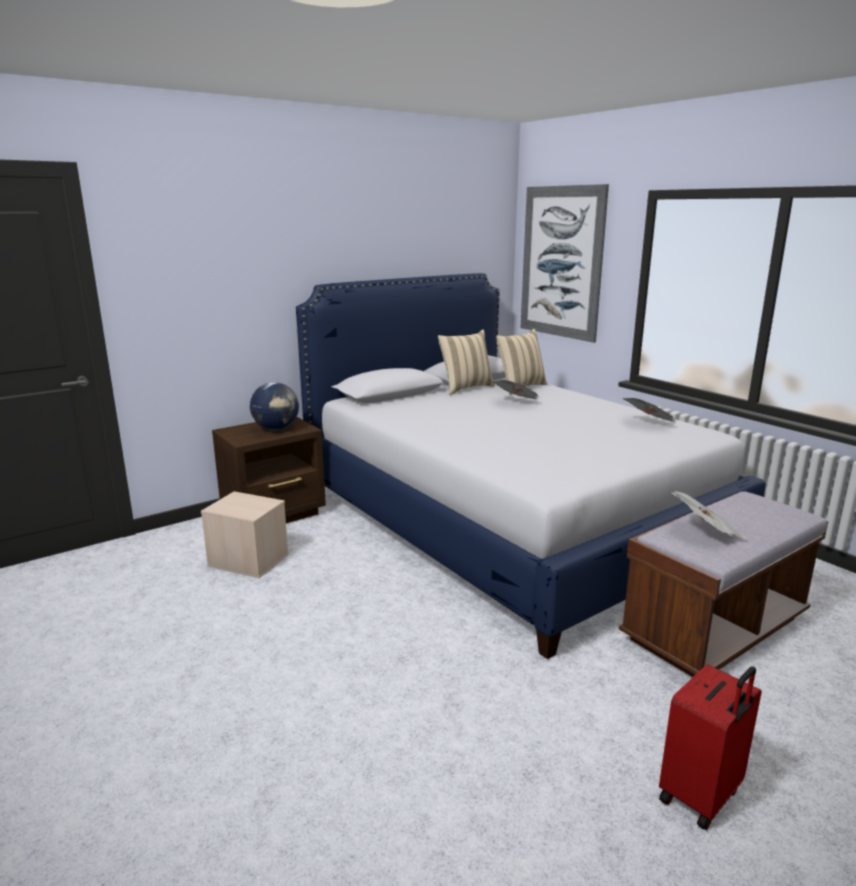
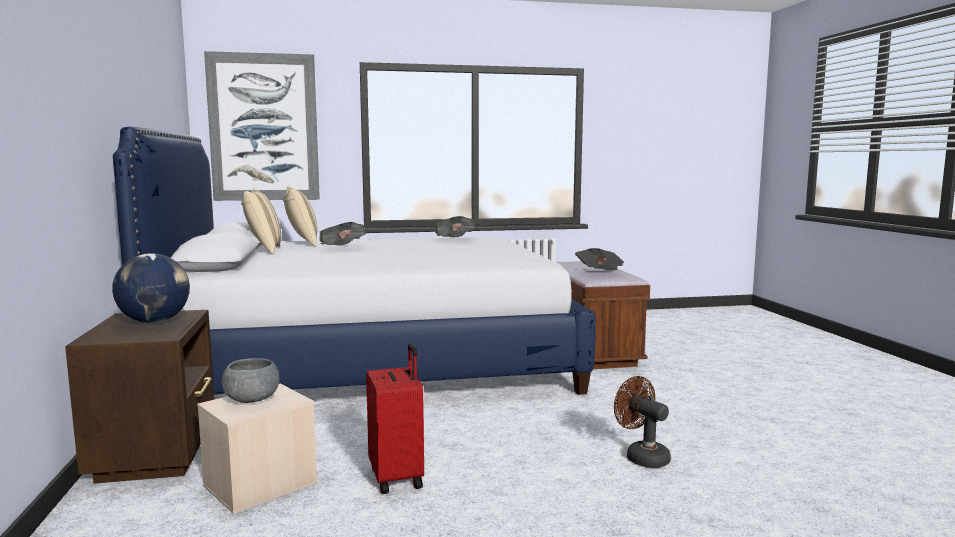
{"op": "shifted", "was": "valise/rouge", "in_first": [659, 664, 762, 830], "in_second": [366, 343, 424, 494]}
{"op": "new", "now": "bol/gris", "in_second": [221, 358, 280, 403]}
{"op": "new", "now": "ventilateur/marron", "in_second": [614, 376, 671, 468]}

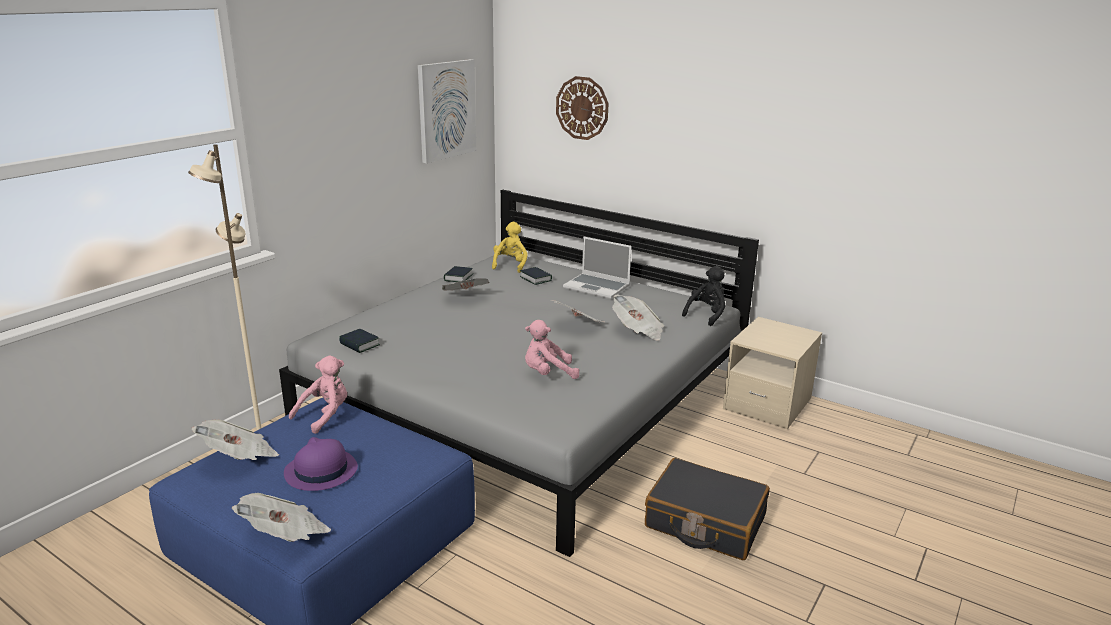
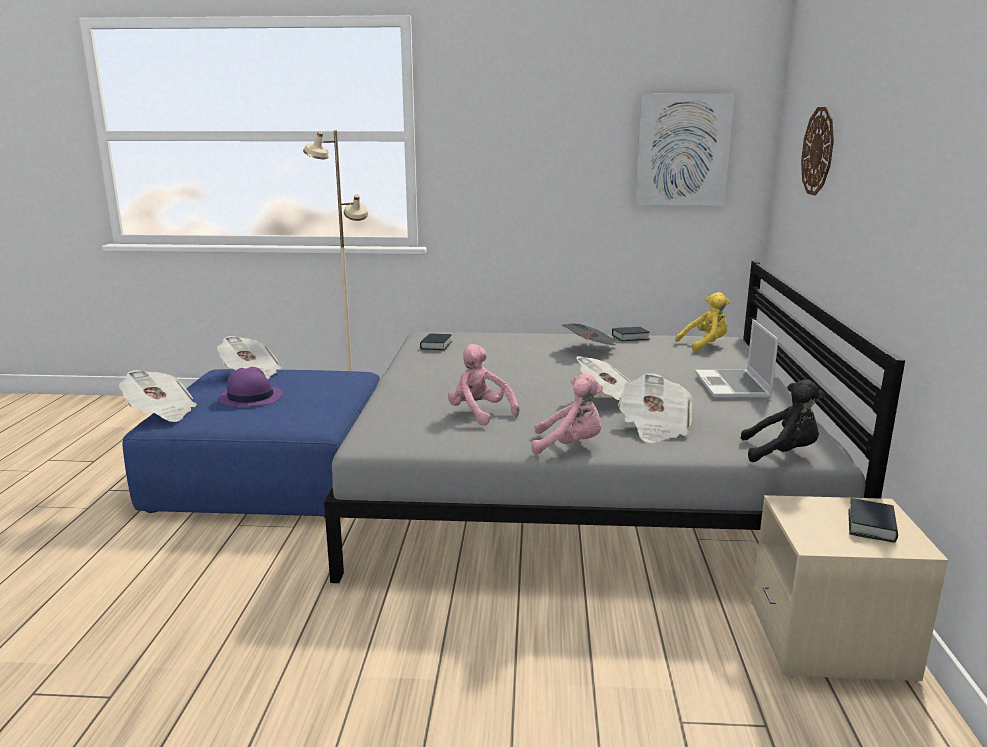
{"op": "shifted", "was": "peluche/rose", "in_first": [289, 356, 347, 434], "in_second": [531, 373, 603, 455]}
{"op": "shifted", "was": "livre", "in_first": [520, 267, 552, 285], "in_second": [848, 498, 898, 543]}
{"op": "gone", "was": "valise/noir", "in_first": [645, 458, 770, 560]}

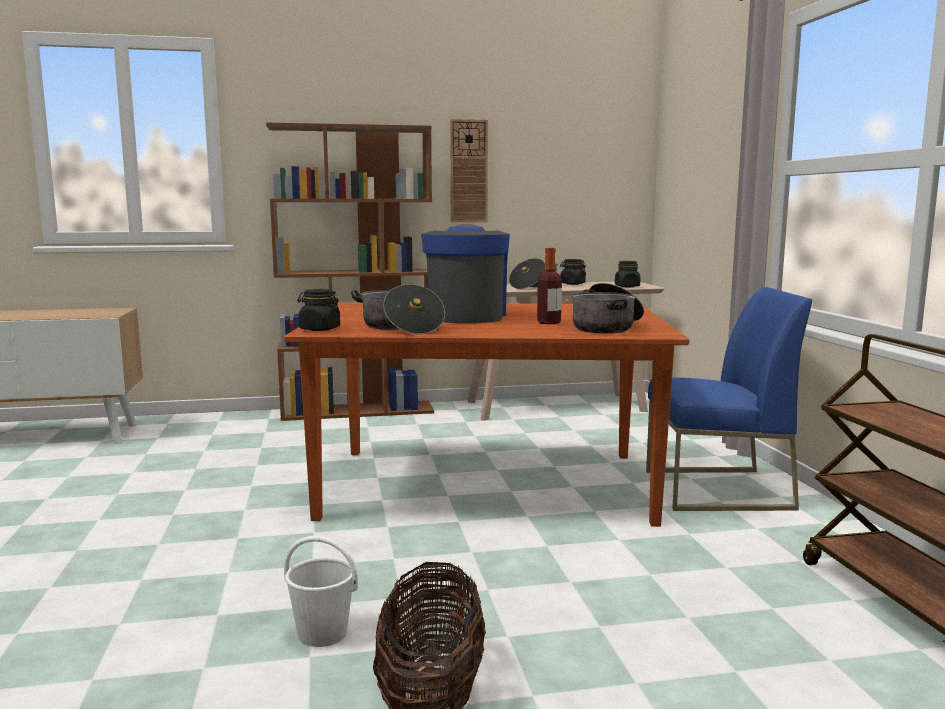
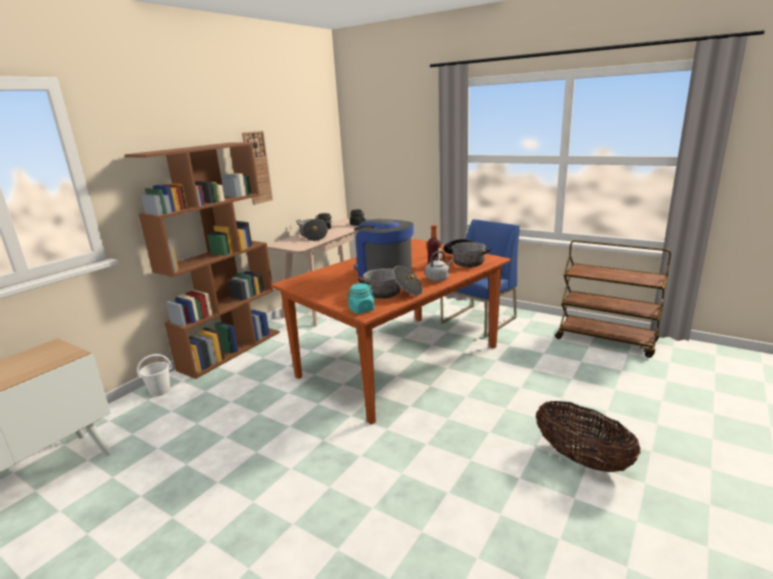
{"op": "shifted", "was": "seau/blanc", "in_first": [284, 536, 358, 647], "in_second": [137, 354, 172, 397]}
{"op": "repainted", "was": "bocal/noir", "now": "bocal/turquoise", "in_first": [298, 289, 340, 331], "in_second": [346, 283, 375, 314]}
{"op": "new", "now": "bouilloire/gris", "in_second": [425, 251, 452, 281]}

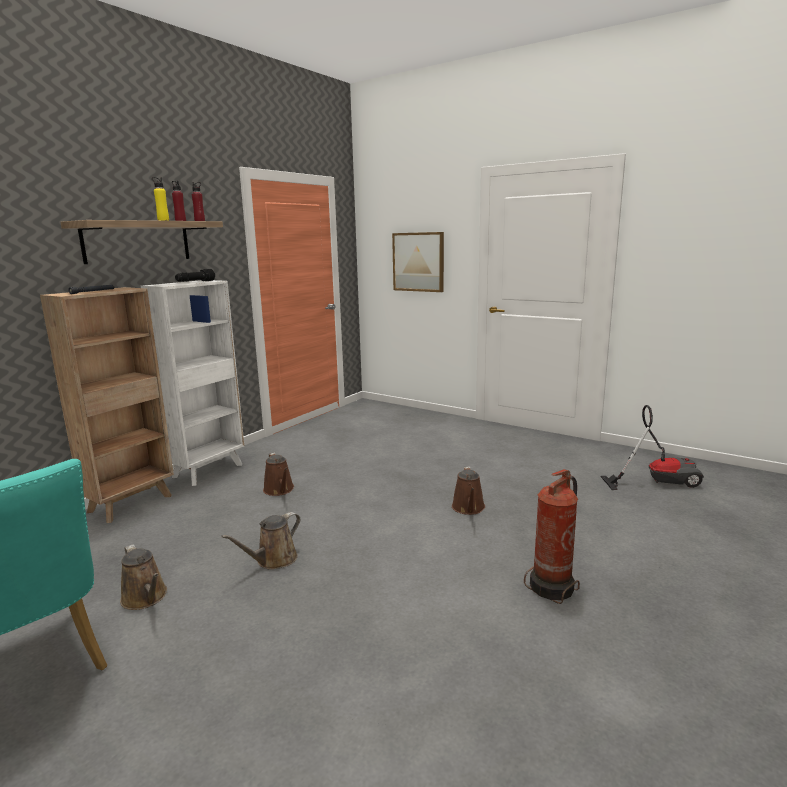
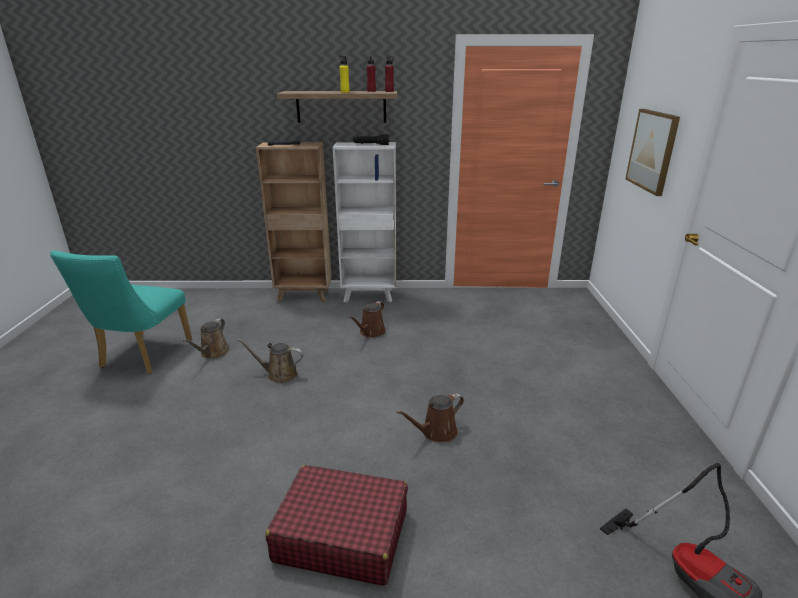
{"op": "swapped", "was": "extincteur", "now": "valise/rouge", "in_first": [524, 469, 580, 604], "in_second": [266, 465, 408, 586]}

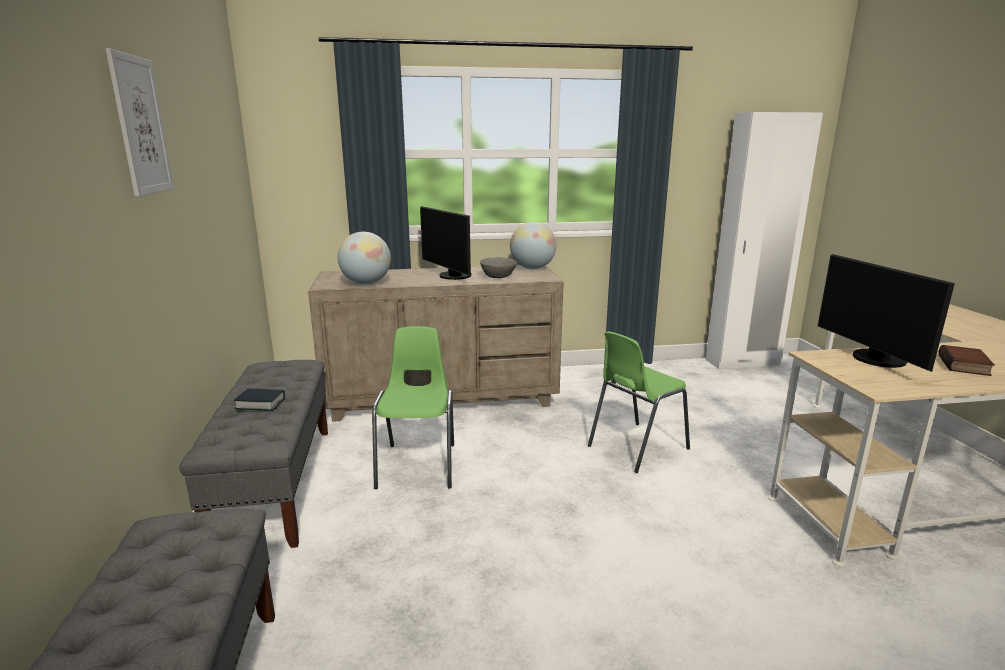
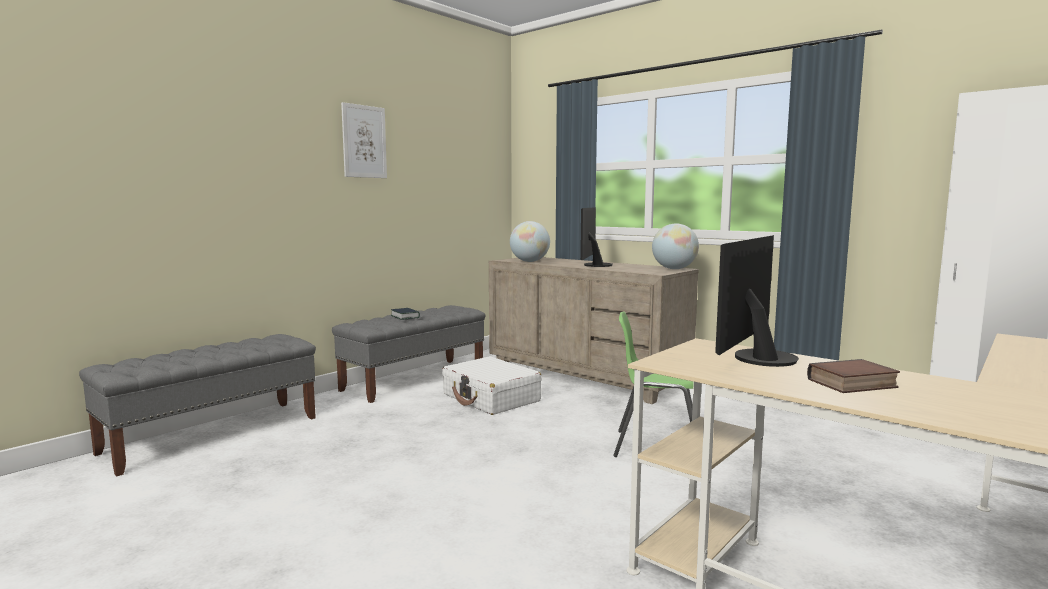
{"op": "swapped", "was": "chaise/vert", "now": "valise/blanc", "in_first": [372, 326, 454, 489], "in_second": [442, 356, 542, 415]}
{"op": "gone", "was": "bol/gris", "in_first": [480, 257, 518, 278]}

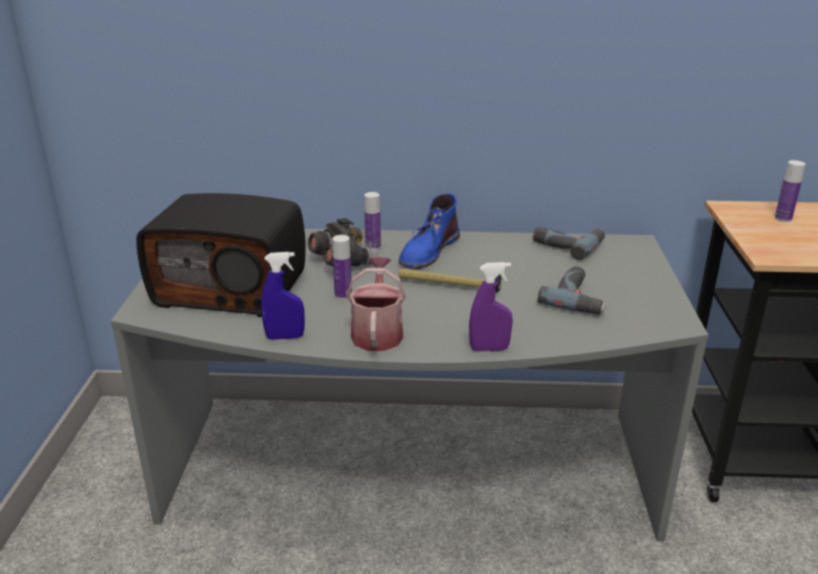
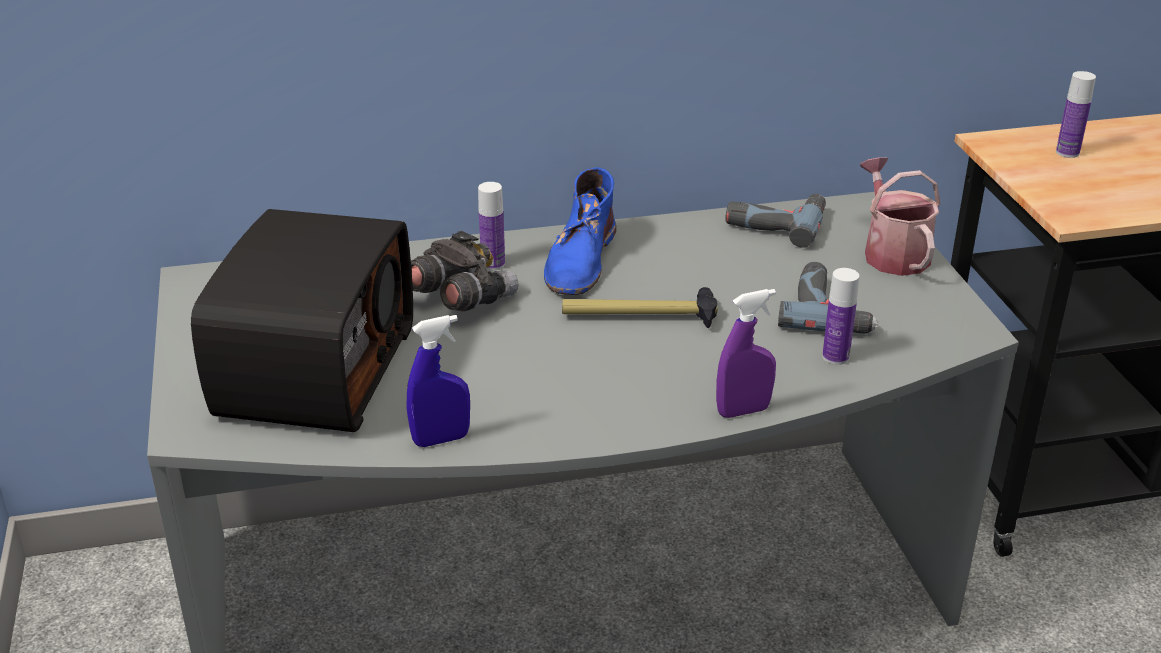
{"op": "rotated", "was": "radio", "in_first": [136, 193, 306, 317], "in_second": [191, 209, 413, 432], "clockwise": -75}
{"op": "shifted", "was": "bouteille", "in_first": [332, 235, 352, 300], "in_second": [822, 268, 859, 365]}
{"op": "shifted", "was": "arrosoir", "in_first": [346, 256, 406, 351], "in_second": [860, 157, 941, 276]}

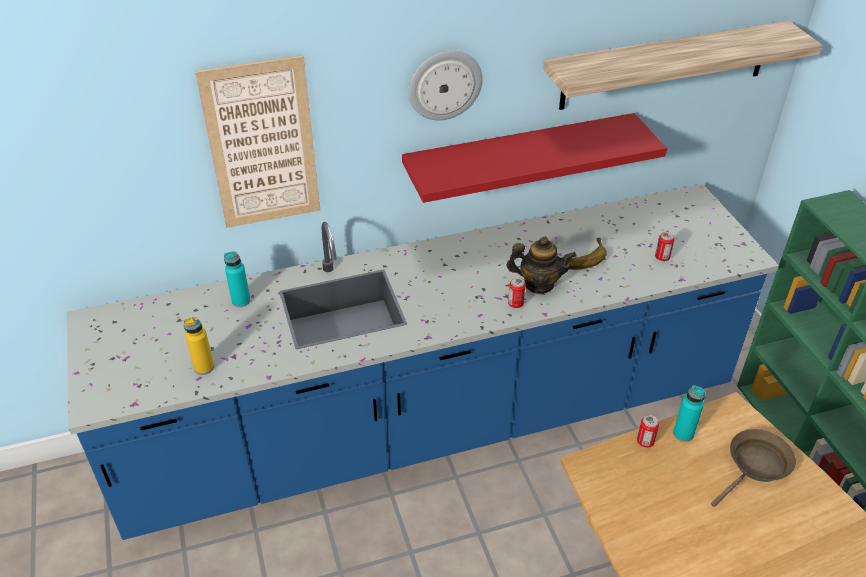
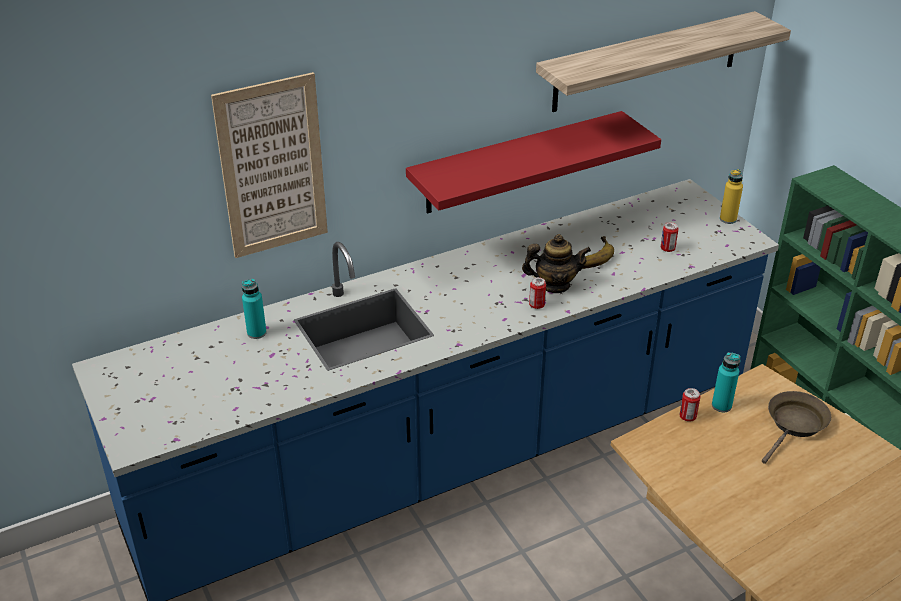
{"op": "shifted", "was": "bouteille/jaune", "in_first": [183, 317, 214, 375], "in_second": [720, 169, 743, 224]}
{"op": "gone", "was": "horloge murale", "in_first": [408, 50, 483, 120]}

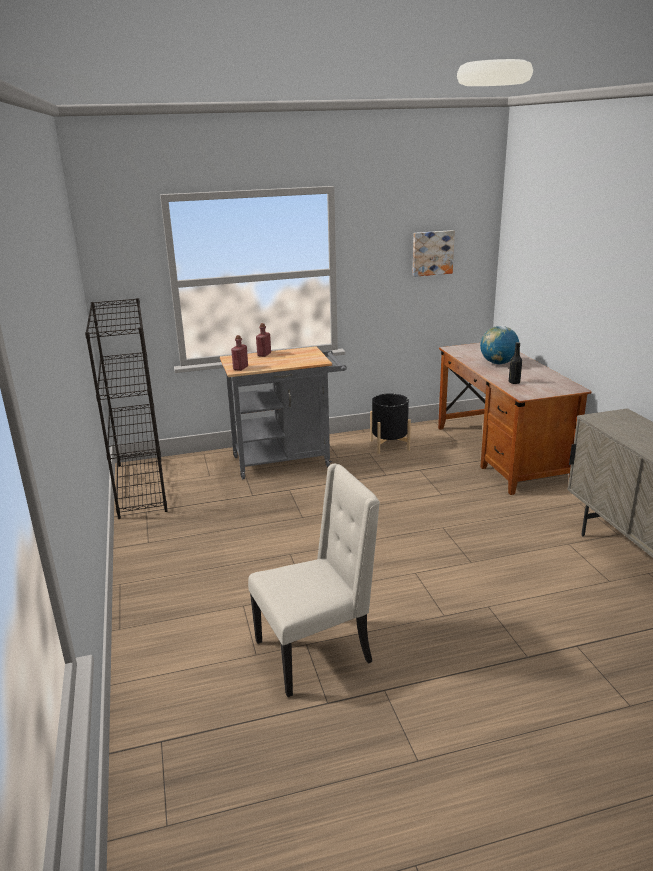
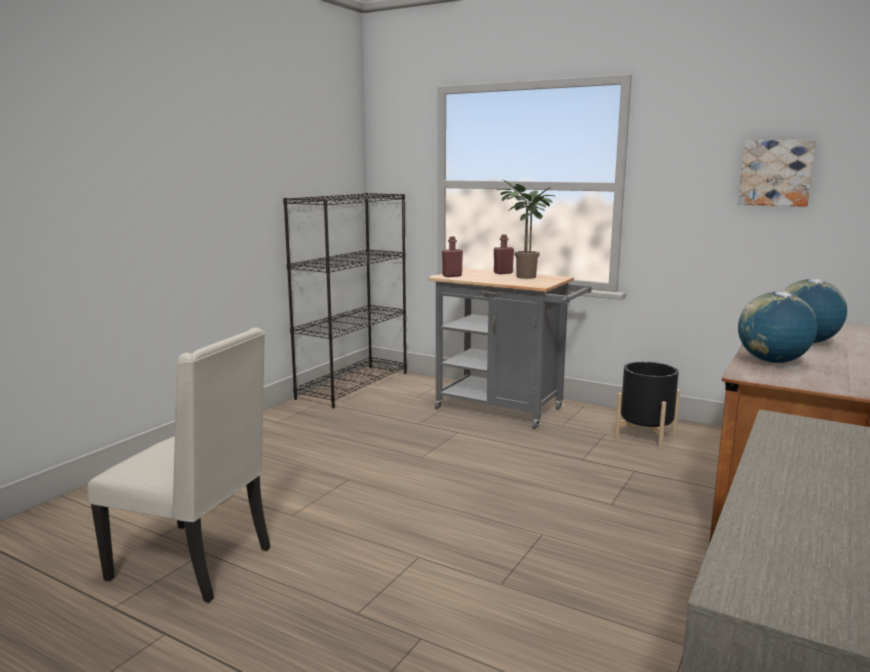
{"op": "swapped", "was": "bouteille/noir", "now": "globe", "in_first": [509, 342, 522, 384], "in_second": [738, 292, 817, 363]}
{"op": "new", "now": "plante en pot", "in_second": [497, 180, 554, 279]}

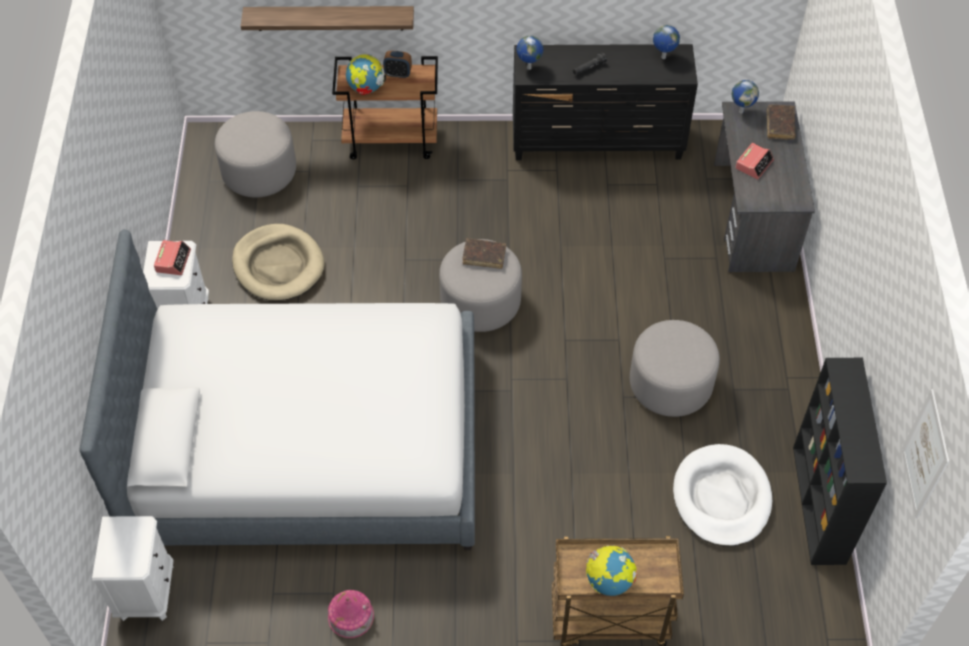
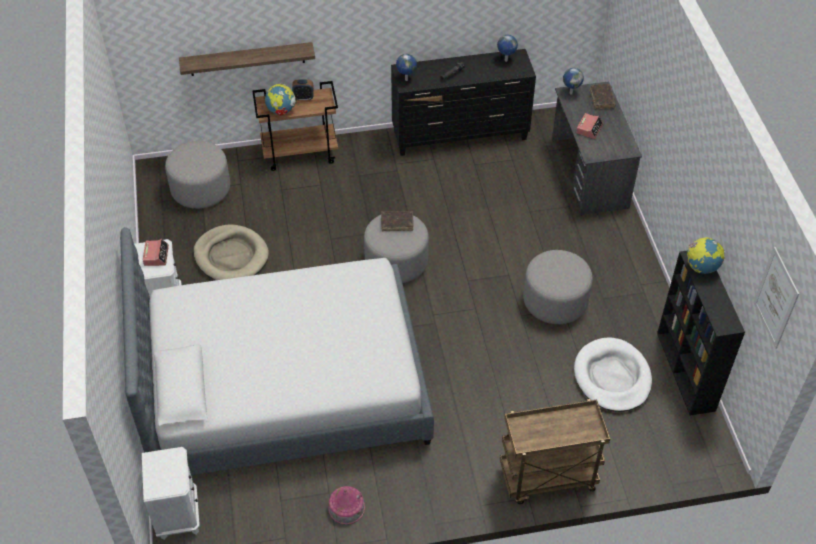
{"op": "shifted", "was": "globe", "in_first": [586, 546, 637, 596], "in_second": [687, 237, 725, 274]}

